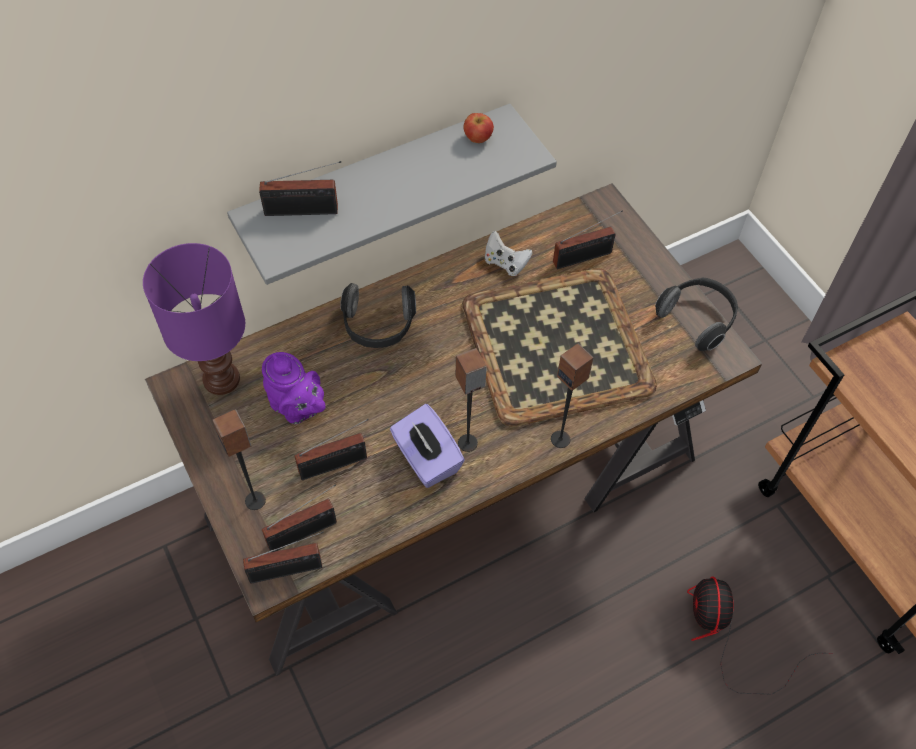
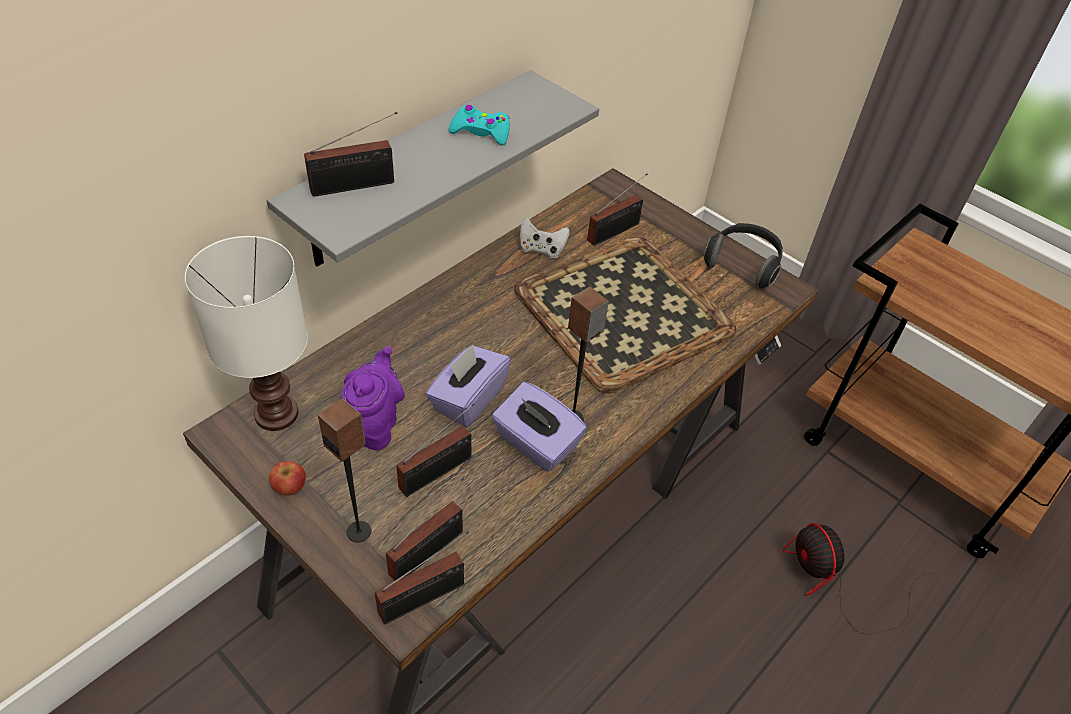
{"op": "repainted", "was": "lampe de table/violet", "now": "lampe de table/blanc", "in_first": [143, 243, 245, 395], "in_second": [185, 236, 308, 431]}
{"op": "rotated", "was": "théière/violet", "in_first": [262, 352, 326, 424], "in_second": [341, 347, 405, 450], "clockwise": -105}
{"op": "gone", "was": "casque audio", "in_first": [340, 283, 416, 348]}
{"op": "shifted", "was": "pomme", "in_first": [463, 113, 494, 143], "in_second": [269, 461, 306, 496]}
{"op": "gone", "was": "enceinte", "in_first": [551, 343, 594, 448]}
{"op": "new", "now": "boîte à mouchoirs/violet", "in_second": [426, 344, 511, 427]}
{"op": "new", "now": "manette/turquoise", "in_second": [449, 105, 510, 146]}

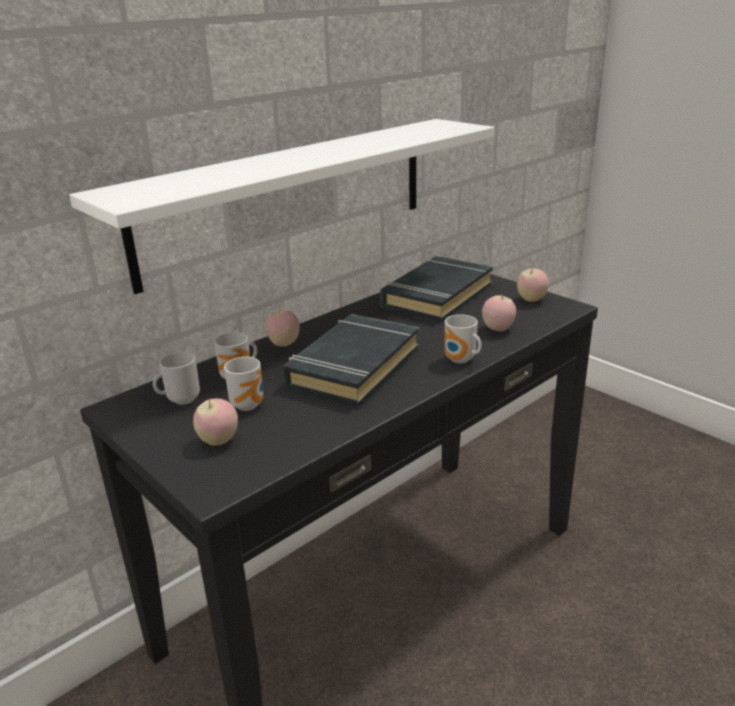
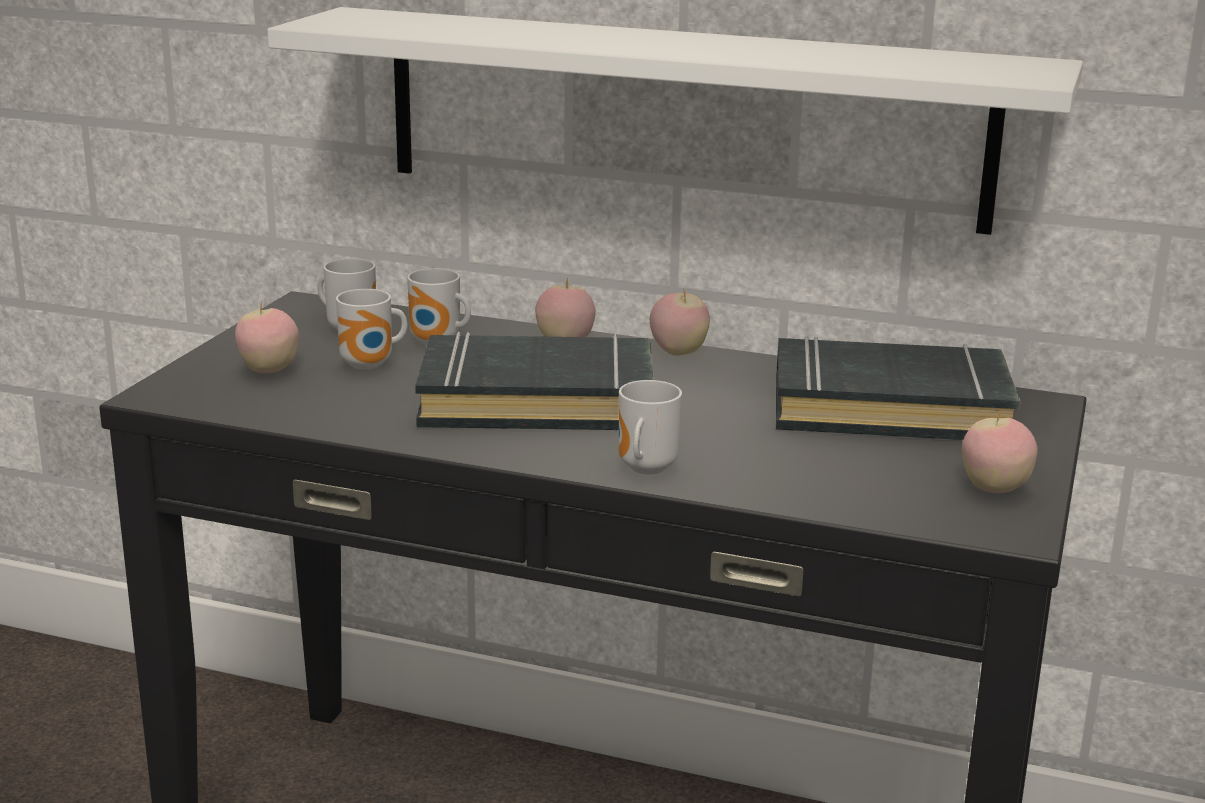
{"op": "shifted", "was": "pomme", "in_first": [482, 294, 516, 331], "in_second": [650, 290, 710, 356]}

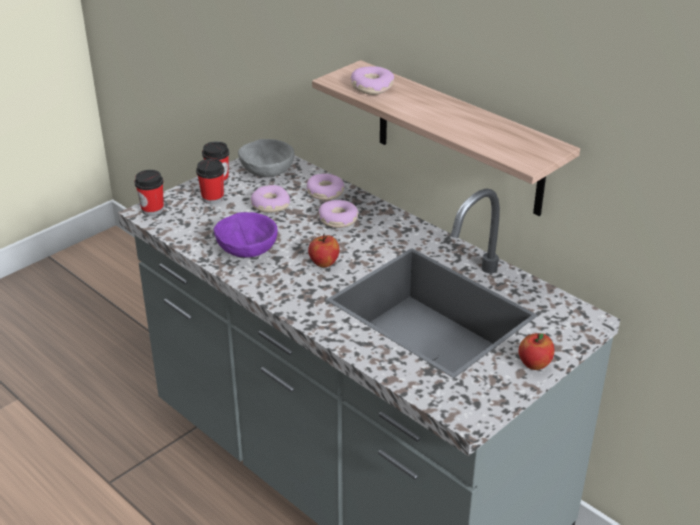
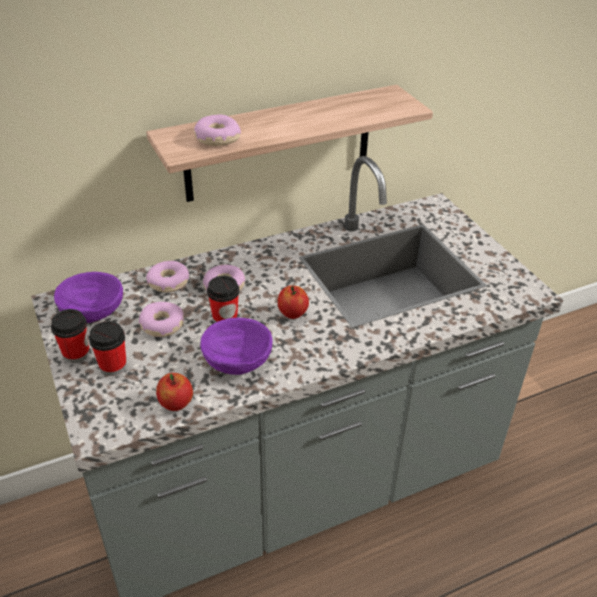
{"op": "shifted", "was": "tasse", "in_first": [134, 170, 164, 216], "in_second": [207, 276, 239, 323]}
{"op": "repainted", "was": "bol/gris", "now": "bol/violet", "in_first": [238, 139, 295, 177], "in_second": [54, 272, 123, 323]}
{"op": "shifted", "was": "pomme", "in_first": [518, 333, 554, 370], "in_second": [156, 373, 193, 411]}

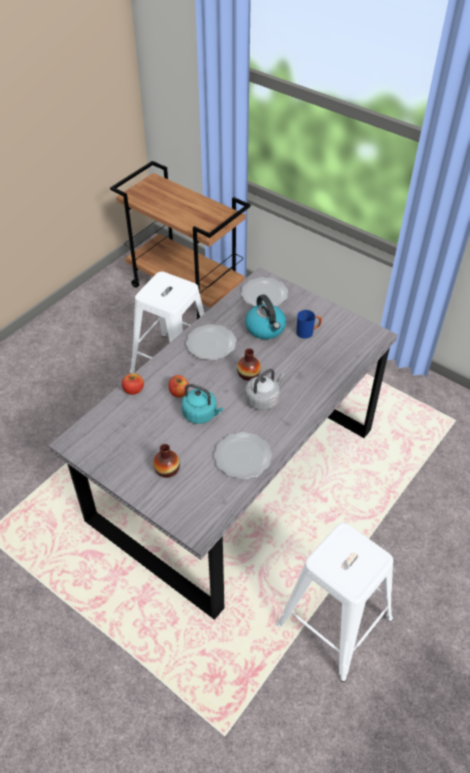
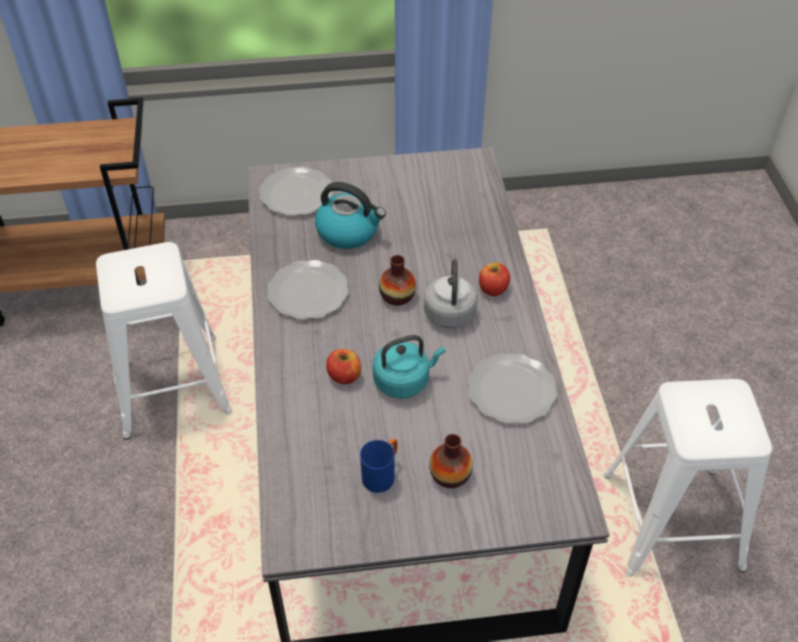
{"op": "shifted", "was": "pomme", "in_first": [122, 373, 144, 395], "in_second": [479, 263, 510, 296]}
{"op": "shifted", "was": "mug/bleu", "in_first": [296, 310, 322, 339], "in_second": [360, 439, 398, 493]}

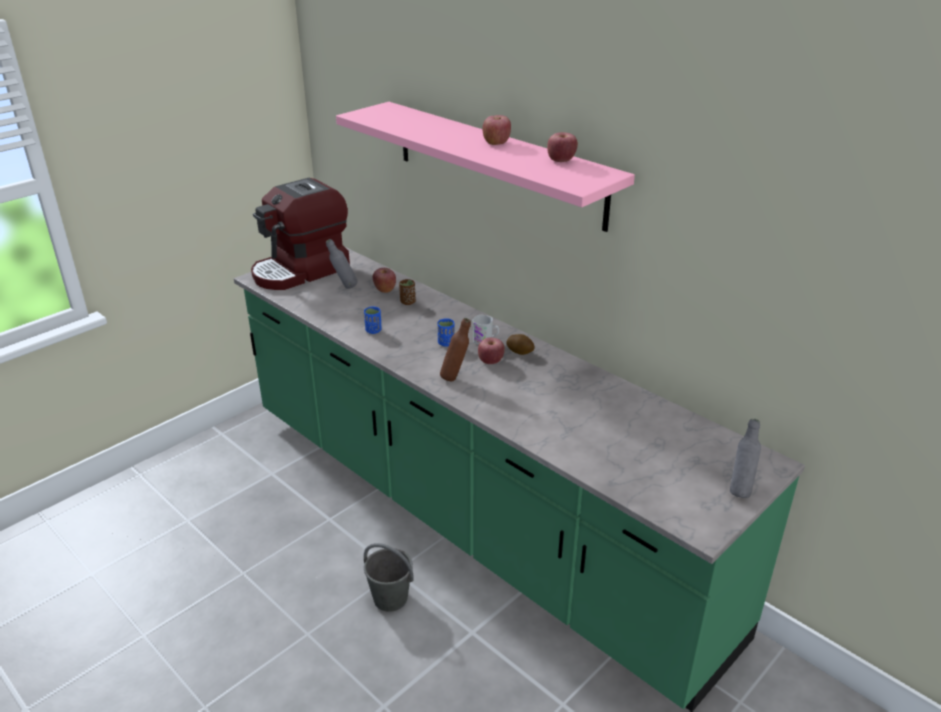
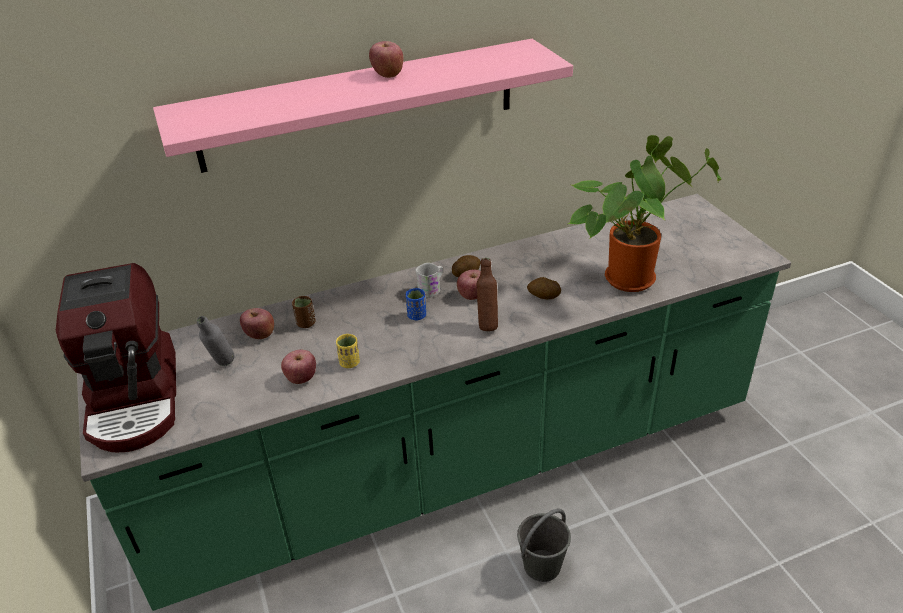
{"op": "repainted", "was": "tasse/bleu", "now": "tasse/jaune", "in_first": [364, 306, 381, 334], "in_second": [336, 334, 360, 368]}
{"op": "shifted", "was": "pomme", "in_first": [547, 132, 578, 162], "in_second": [281, 349, 316, 384]}
{"op": "gone", "was": "bouteille/gris", "in_first": [730, 419, 761, 498]}
{"op": "new", "now": "pomme de terre", "in_second": [527, 277, 561, 299]}
{"op": "new", "now": "plante en pot", "in_second": [568, 135, 721, 292]}

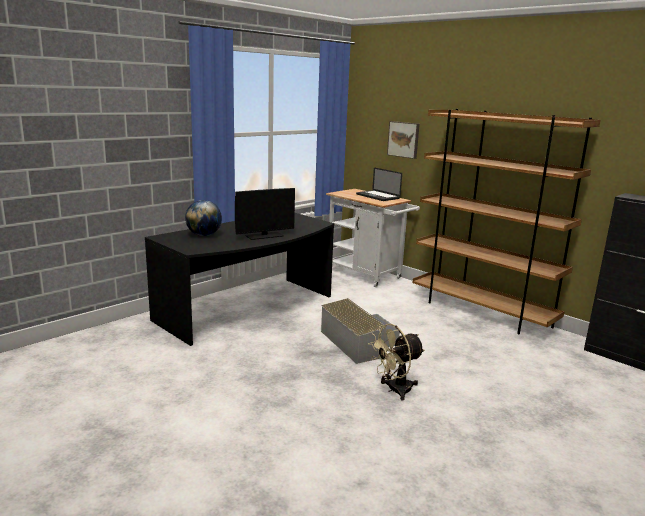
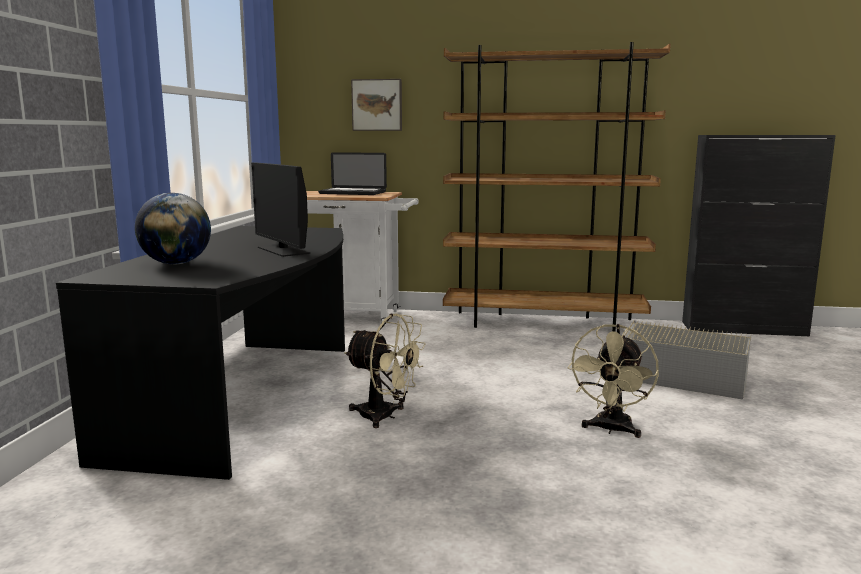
{"op": "rotated", "was": "écran d'ordinateur", "in_first": [235, 188, 295, 240], "in_second": [251, 163, 310, 257], "clockwise": 120}
{"op": "shifted", "was": "boîte de rangement/gris", "in_first": [321, 298, 400, 364], "in_second": [624, 321, 751, 400]}
{"op": "new", "now": "ventilateur/beige", "in_second": [344, 314, 426, 428]}

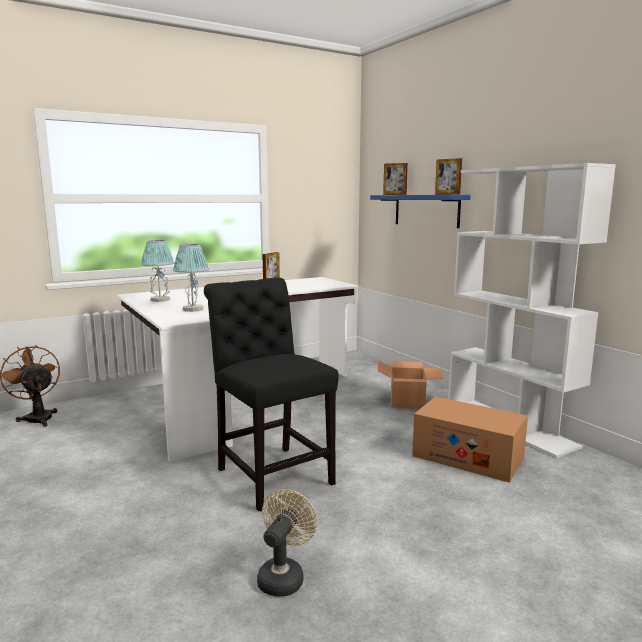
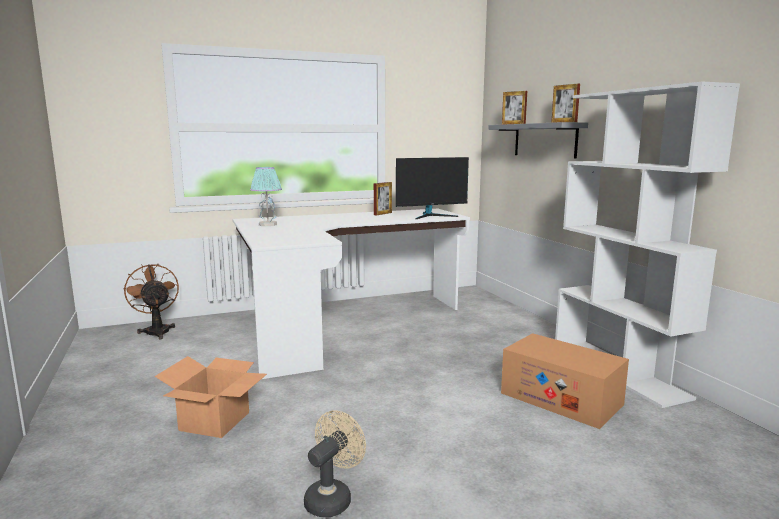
{"op": "gone", "was": "lampe de table", "in_first": [173, 244, 209, 312]}
{"op": "gone", "was": "chaise/noir", "in_first": [204, 278, 339, 511]}
{"op": "repainted", "was": "étagère/bleu", "now": "étagère/gris", "in_first": [370, 195, 470, 228], "in_second": [488, 122, 588, 158]}
{"op": "shifted", "was": "carton", "in_first": [378, 361, 444, 409], "in_second": [155, 356, 267, 438]}
{"op": "new", "now": "écran d'ordinateur", "in_second": [396, 157, 469, 219]}

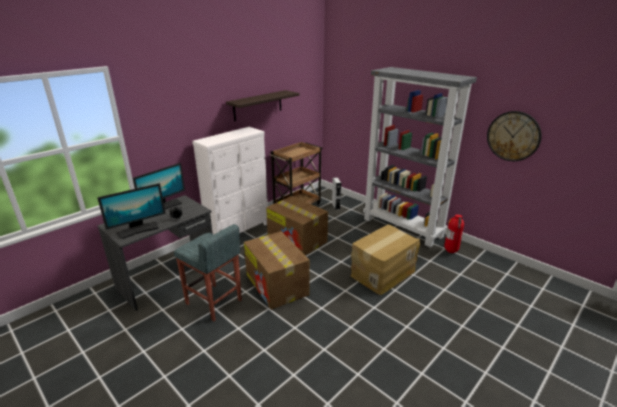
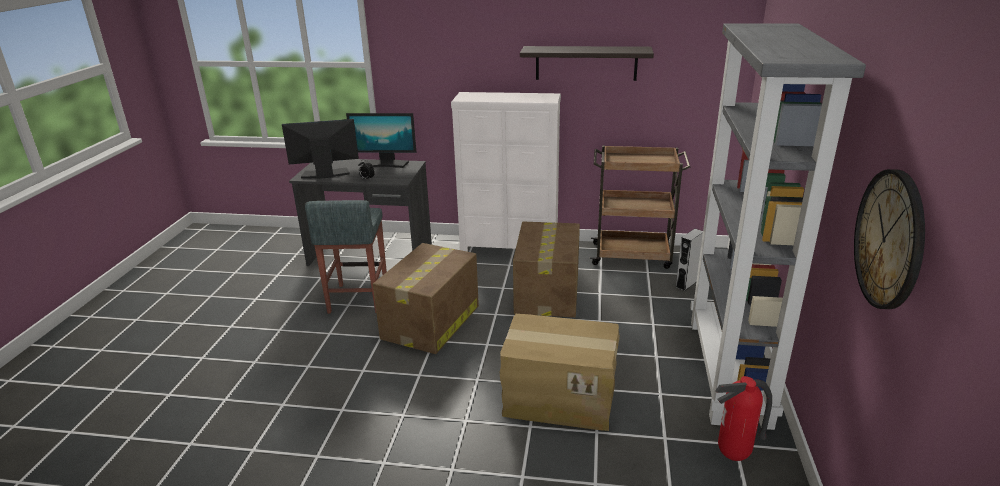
{"op": "rotated", "was": "écran d'ordinateur", "in_first": [97, 183, 166, 239], "in_second": [282, 119, 359, 179], "clockwise": 150}

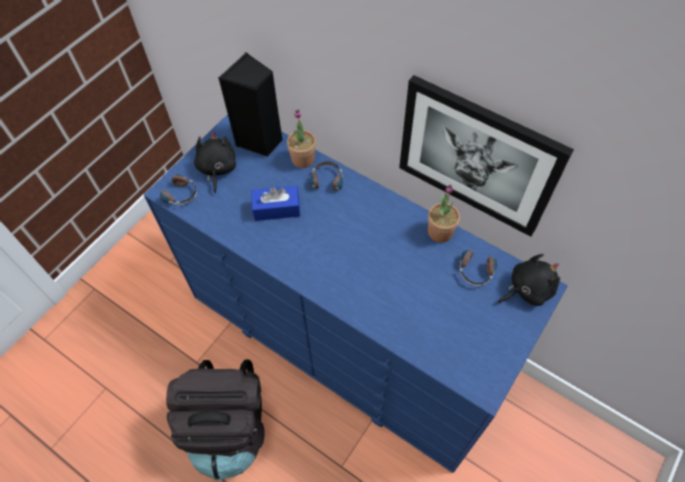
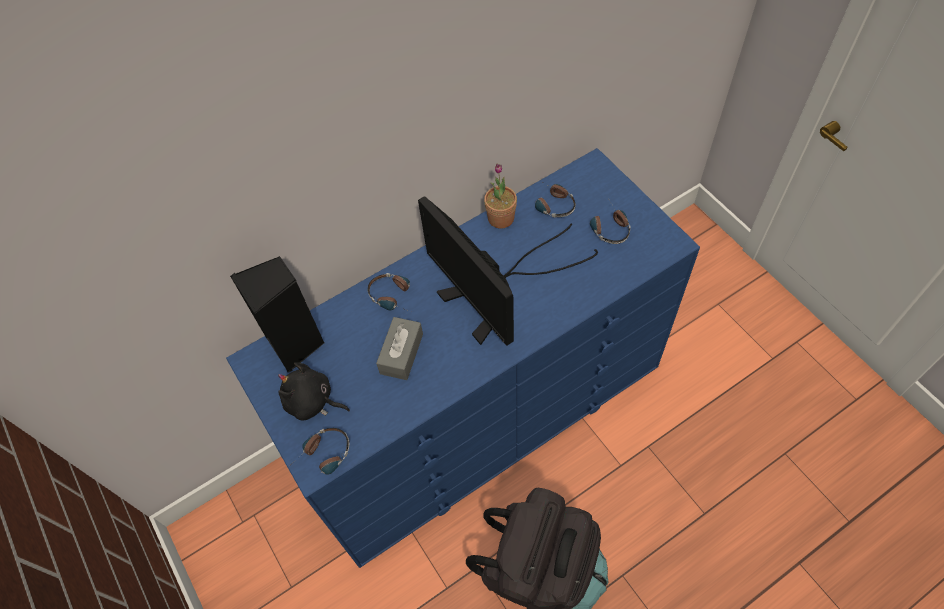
{"op": "repainted", "was": "boîte à mouchoirs/bleu", "now": "boîte à mouchoirs/gris", "in_first": [251, 186, 300, 221], "in_second": [376, 317, 423, 380]}
{"op": "gone", "was": "plante en pot", "in_first": [287, 109, 316, 168]}
{"op": "gone", "was": "tableau", "in_first": [399, 75, 574, 237]}
{"op": "gone", "was": "peluche/noir", "in_first": [498, 254, 560, 306]}
{"op": "new", "now": "écran d'ordinateur", "in_second": [418, 196, 598, 346]}
{"op": "new", "now": "casque audio", "in_second": [590, 203, 631, 244]}

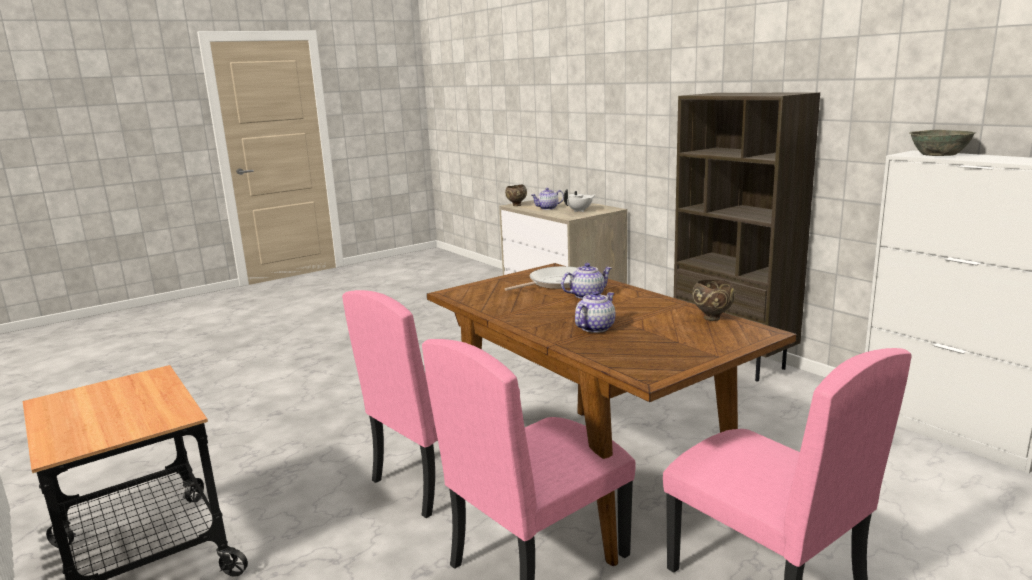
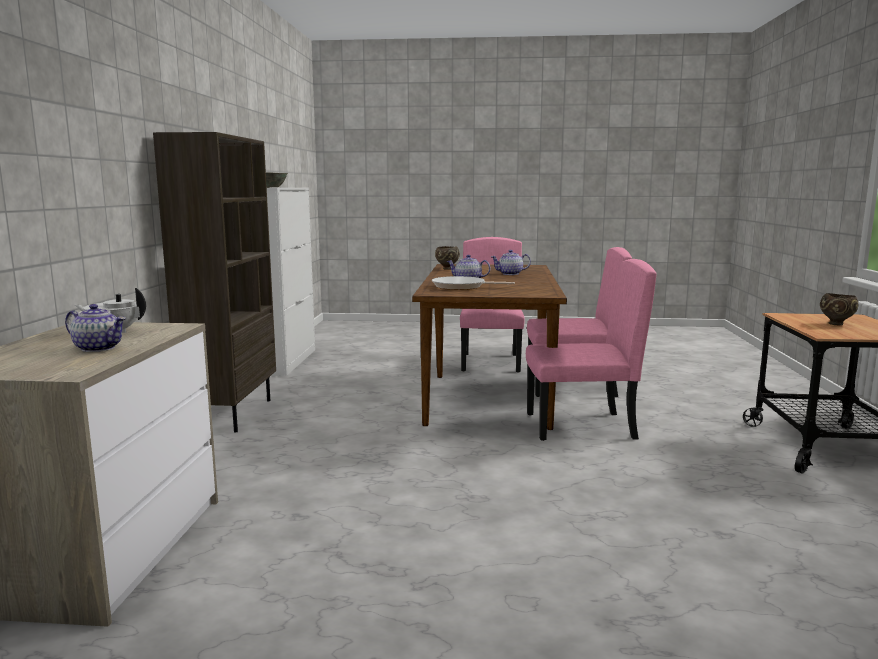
{"op": "shifted", "was": "bol/marron", "in_first": [505, 184, 527, 206], "in_second": [820, 293, 858, 326]}

